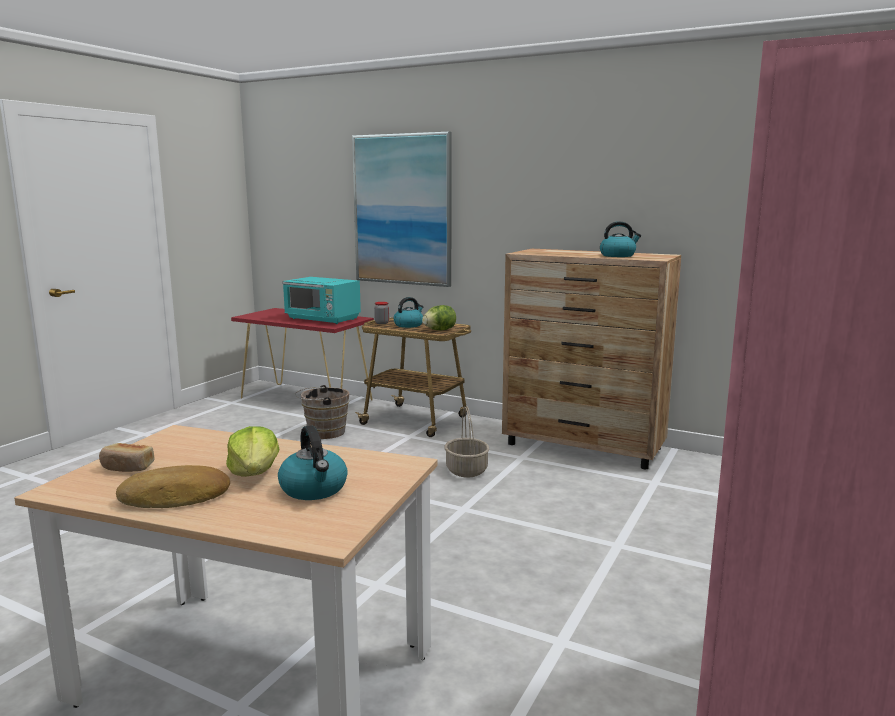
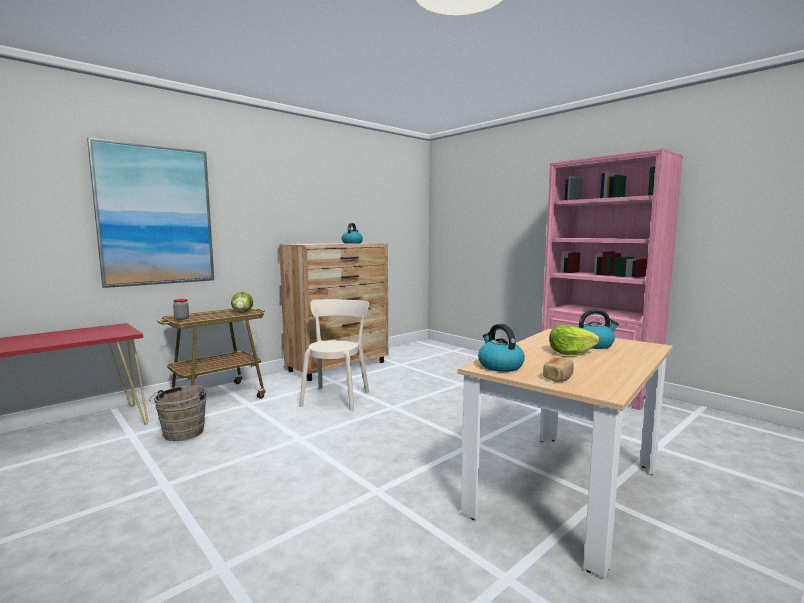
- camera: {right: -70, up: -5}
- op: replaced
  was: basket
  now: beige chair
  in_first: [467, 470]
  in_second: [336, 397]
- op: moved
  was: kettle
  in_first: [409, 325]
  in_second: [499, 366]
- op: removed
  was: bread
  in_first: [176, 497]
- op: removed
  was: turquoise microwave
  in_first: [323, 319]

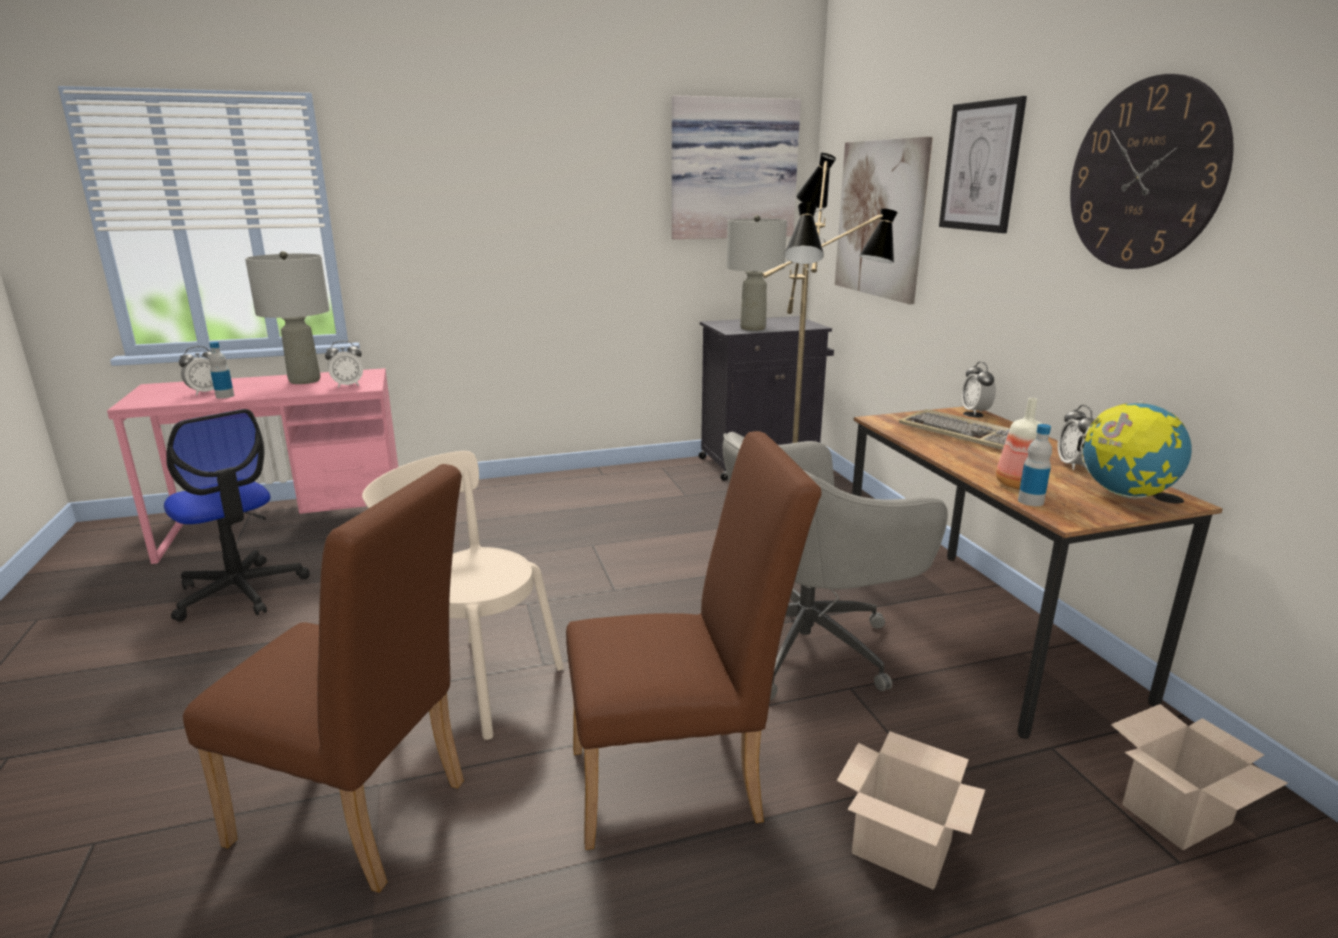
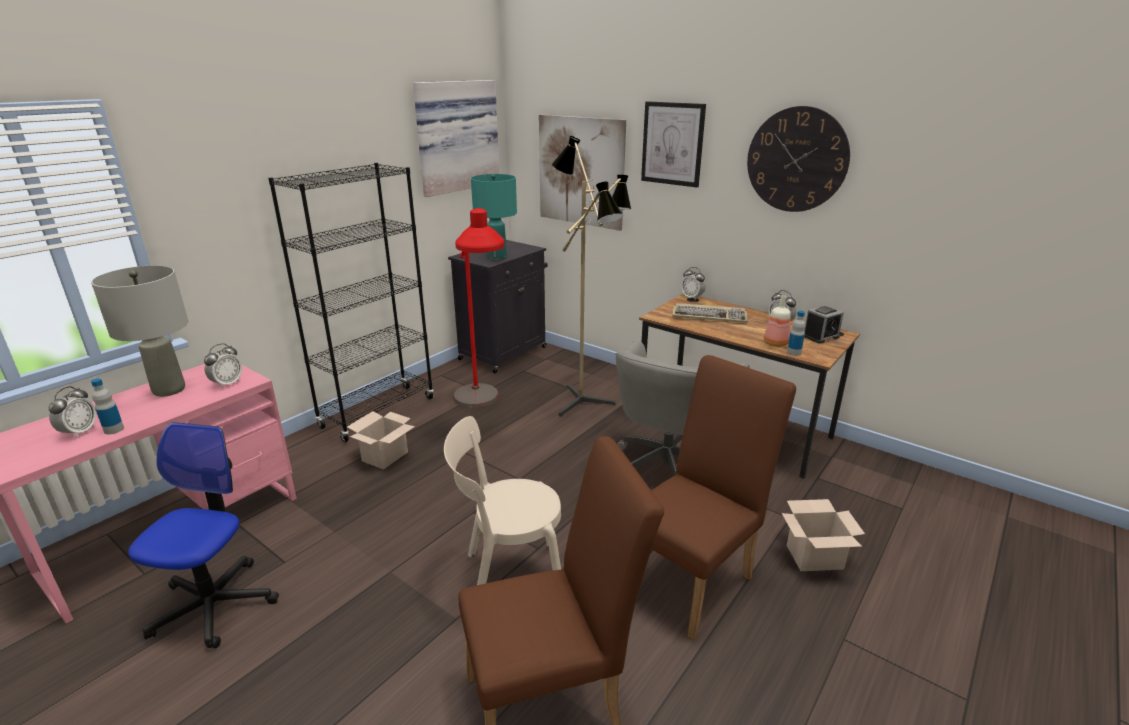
- camera: {right: -35, up: 5}
- op: turned
  was: office chair
  in_first: [240, 592]
  in_second: [214, 605]
  clockwise: -90
- op: added
  now: black bookcase
  in_second: [378, 412]
- op: moved
  was: cardboard box
  in_first: [1176, 816]
  in_second: [385, 457]
- op: added
  now: red floor lamp
  in_second: [481, 412]
- op: recoloured
  was: grey table lamp
  now: turquoise table lamp
  in_first: [752, 328]
  in_second: [496, 257]
- op: replaced
  was: globe
  now: alarm clock
  in_first: [1124, 494]
  in_second: [820, 336]

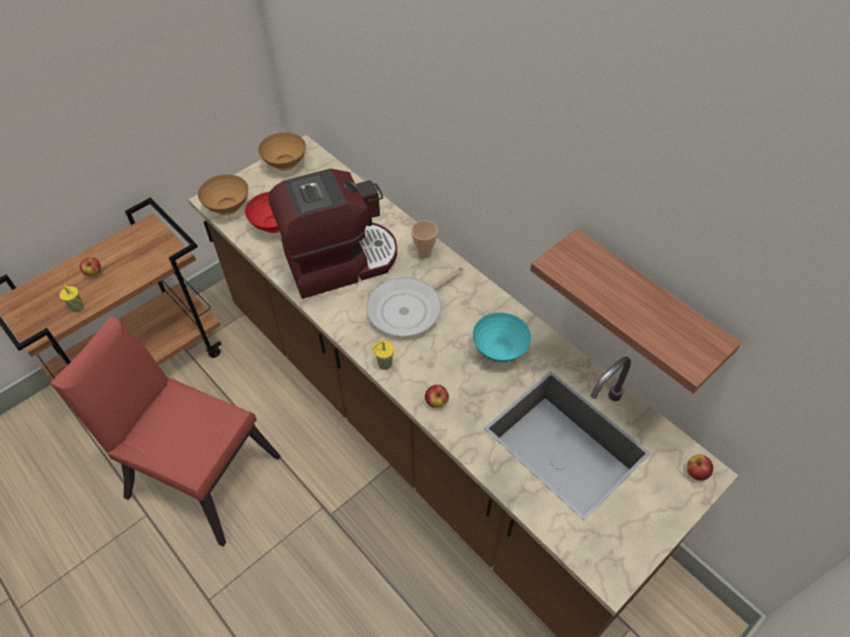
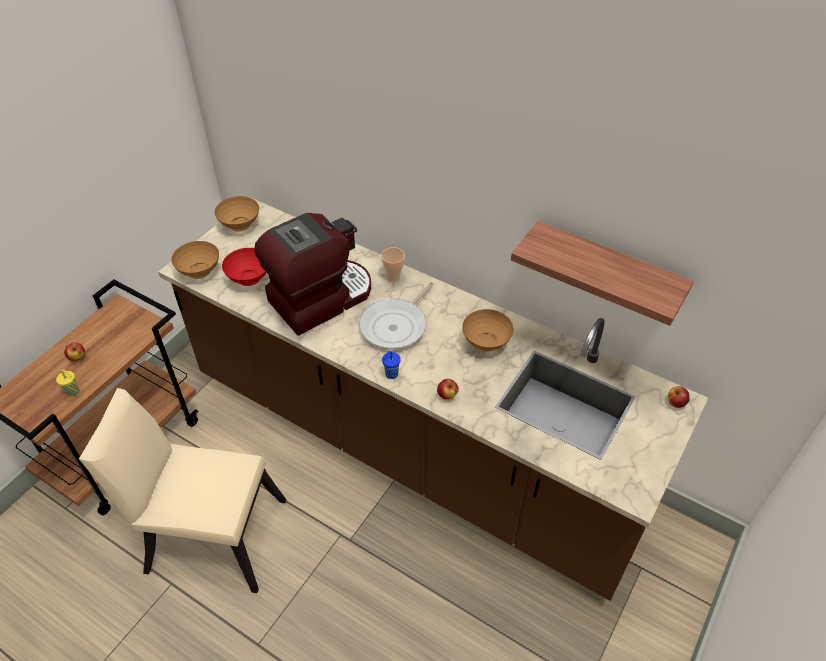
- camera: {right: -15, up: -5}
- op: recoloured
  was: red chair
  now: beige chair
  in_first: [197, 470]
  in_second: [208, 532]
- op: recoloured
  was: yellow cup
  now: blue cup
  in_first: [384, 364]
  in_second: [391, 375]
- op: recoloured
  was: turquoise bowl
  now: brown bowl
  in_first: [500, 352]
  in_second: [487, 344]

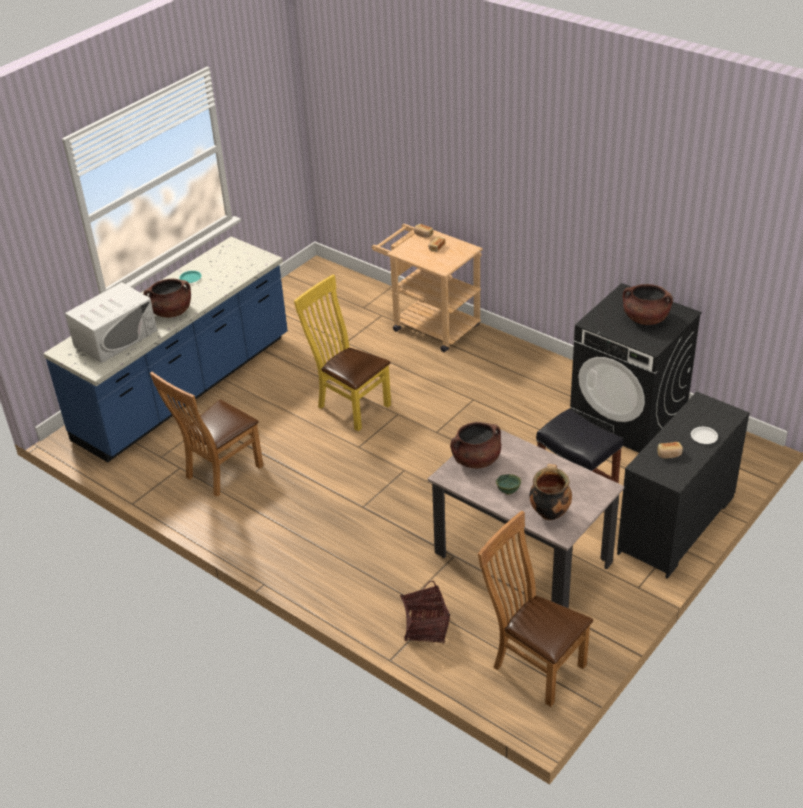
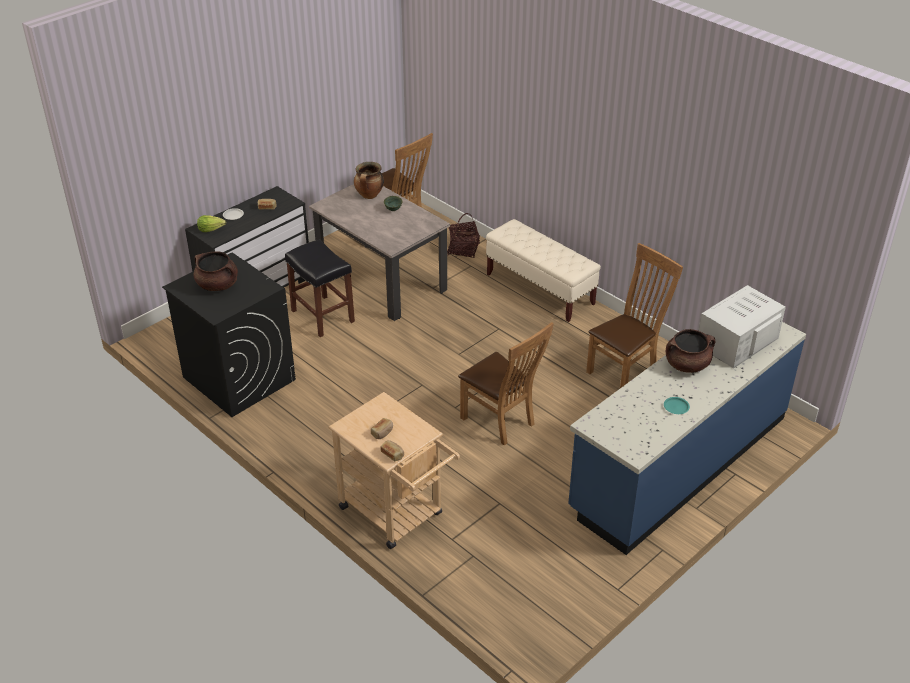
- camera: {right: -175, up: 0}
- op: added
  now: lettuce
  in_second: [211, 229]
- op: recoloured
  was: yellow chair
  now: brown chair
  in_first: [350, 405]
  in_second: [501, 422]
- op: added
  now: beige bench
  in_second: [540, 289]
- op: removed
  was: brown cooking pot
  in_first: [476, 460]

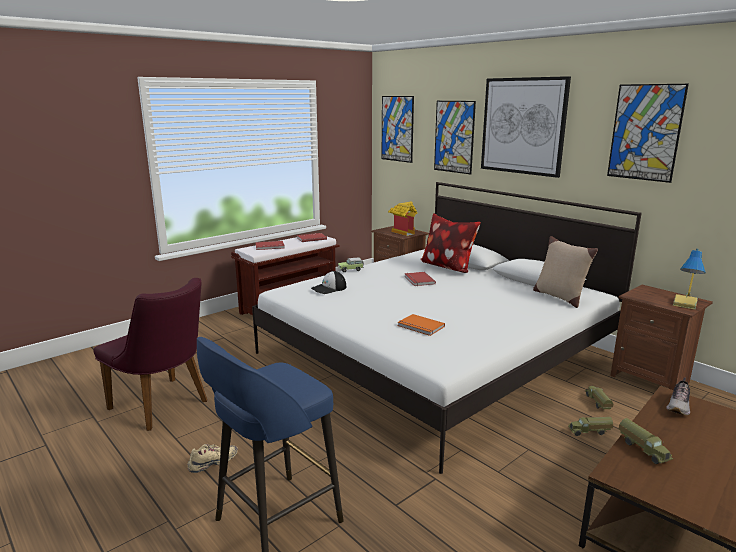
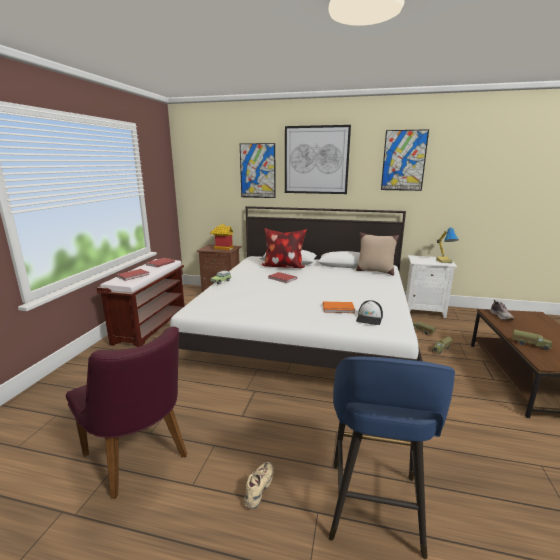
- camera: {right: -35, up: 0}
- op: turned
  was: purple chair
  in_first: [165, 407]
  in_second: [140, 459]
  clockwise: 45
- op: moved
  was: cap
  in_first: [329, 288]
  in_second: [369, 318]
- op: recoloured
  was: brown nightstand
  now: white nightstand
  in_first: [650, 379]
  in_second: [424, 310]
- op: removed
  was: picture
  in_first: [397, 129]

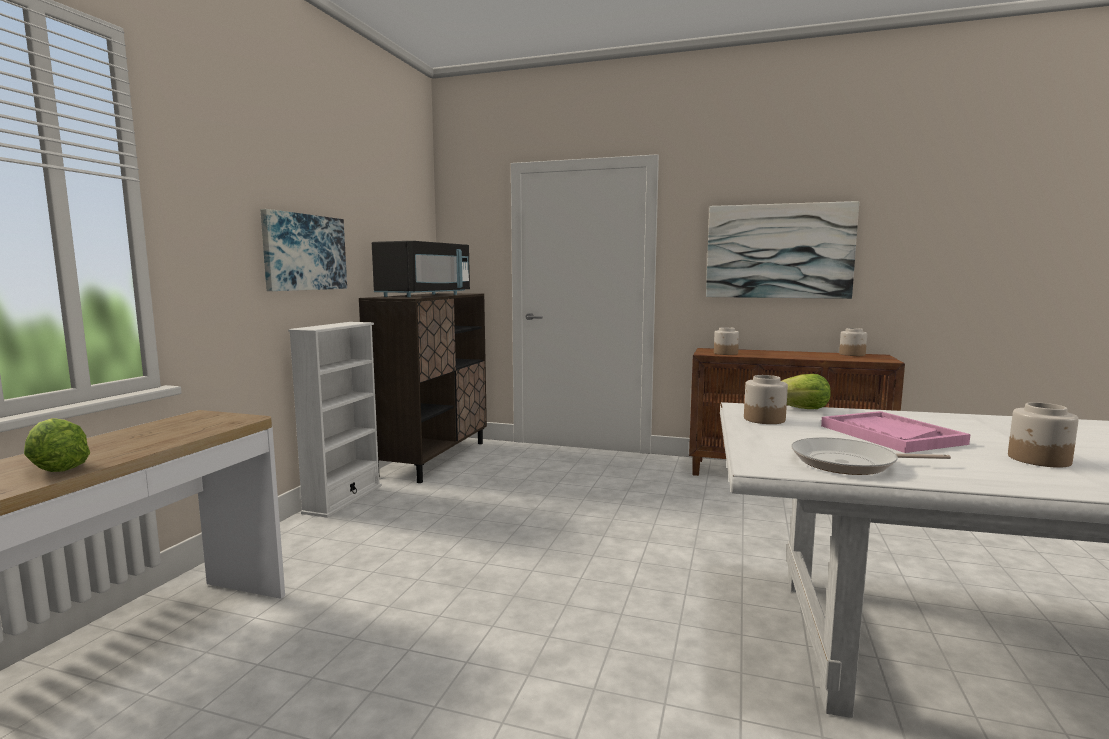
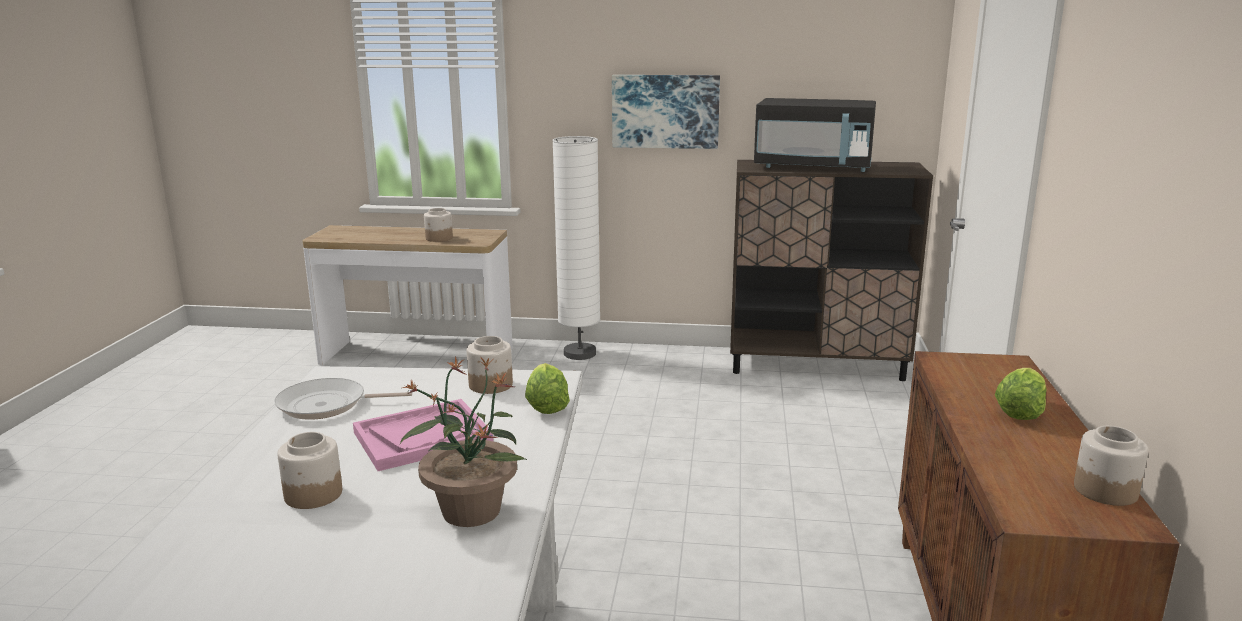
- camera: {right: 80, up: 10}
- op: turned
  was: frying pan
  in_first: [849, 463]
  in_second: [327, 405]
  clockwise: -90
- op: added
  now: potted plant
  in_second: [470, 510]
- op: moved
  was: jar
  in_first: [726, 353]
  in_second: [439, 238]
- op: added
  now: white floor lamp
  in_second: [580, 354]
- op: moved
  was: lettuce
  in_first: [57, 468]
  in_second: [1019, 412]
- op: removed
  was: white bookcase
  in_first: [343, 499]
- op: removed
  was: picture
  in_first: [778, 251]

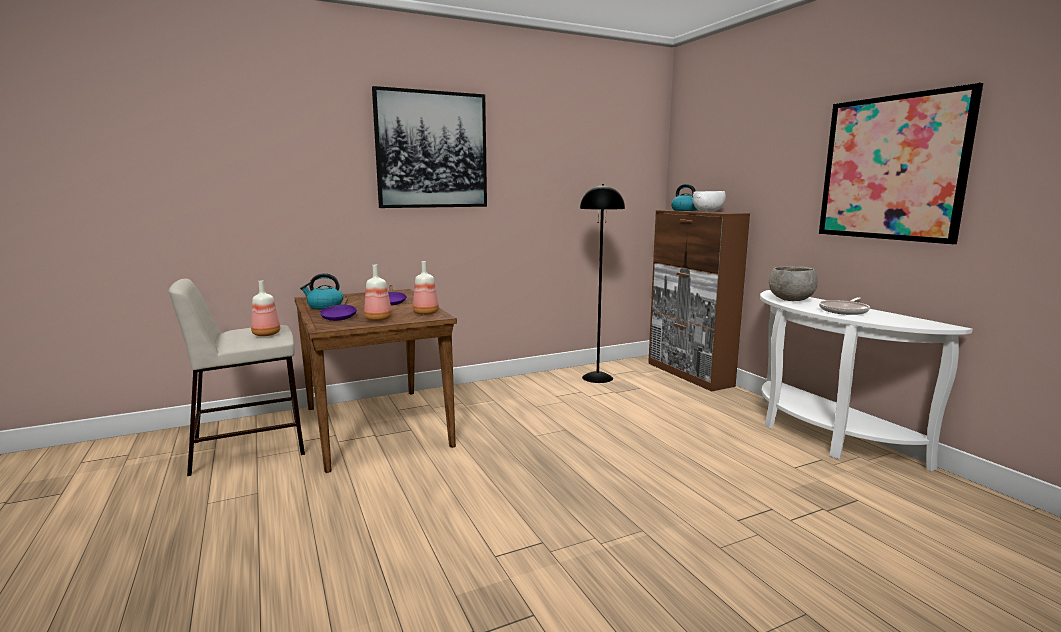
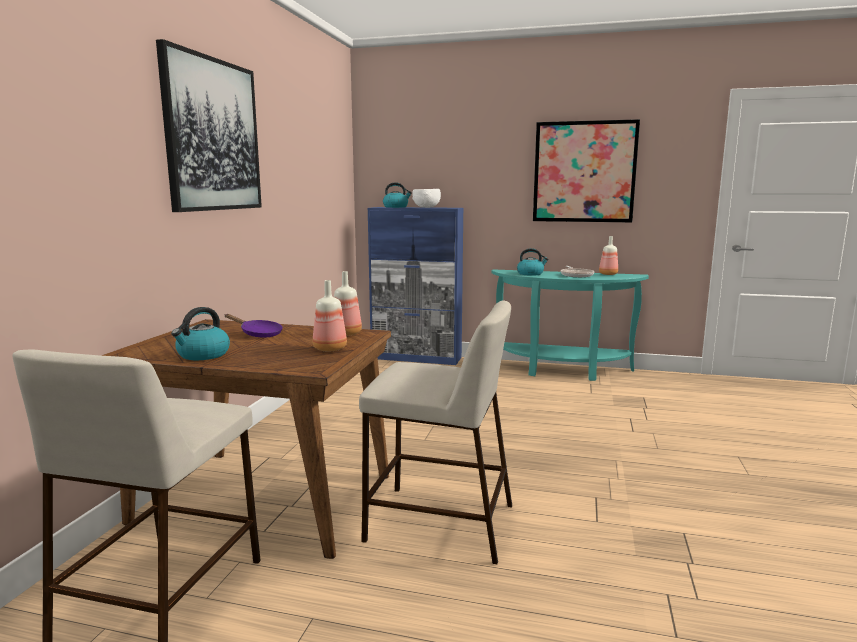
- camera: {right: -50, up: 0}
- op: added
  now: beige stool
  in_second: [438, 522]
- op: recoloured
  was: brown cabinet
  now: blue cabinet
  in_first: [689, 374]
  in_second: [416, 358]
- op: recoloured
  was: white console table
  now: turquoise console table
  in_first: [821, 434]
  in_second: [562, 370]
- op: replaced
  was: grey bowl
  now: kettle
  in_first: [791, 300]
  in_second: [530, 274]
- op: moved
  was: bottle
  in_first: [265, 334]
  in_second: [608, 274]
- op: removed
  was: purple frying pan
  in_first: [339, 316]
- op: removed
  was: black floor lamp
  in_first: [597, 377]

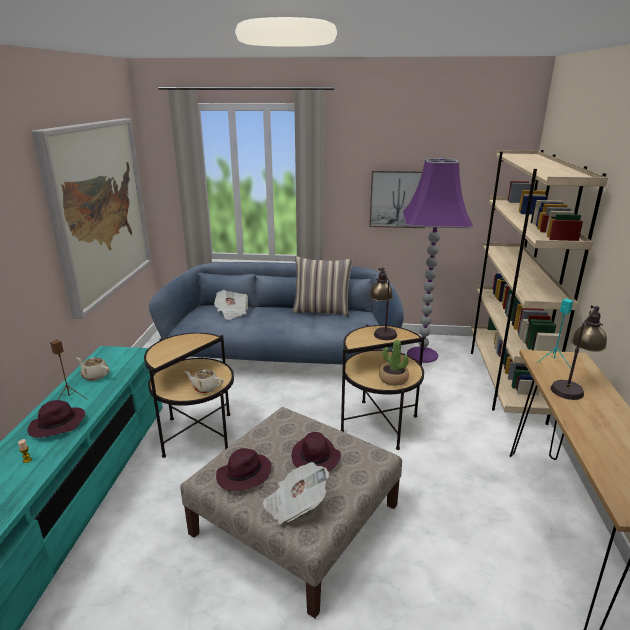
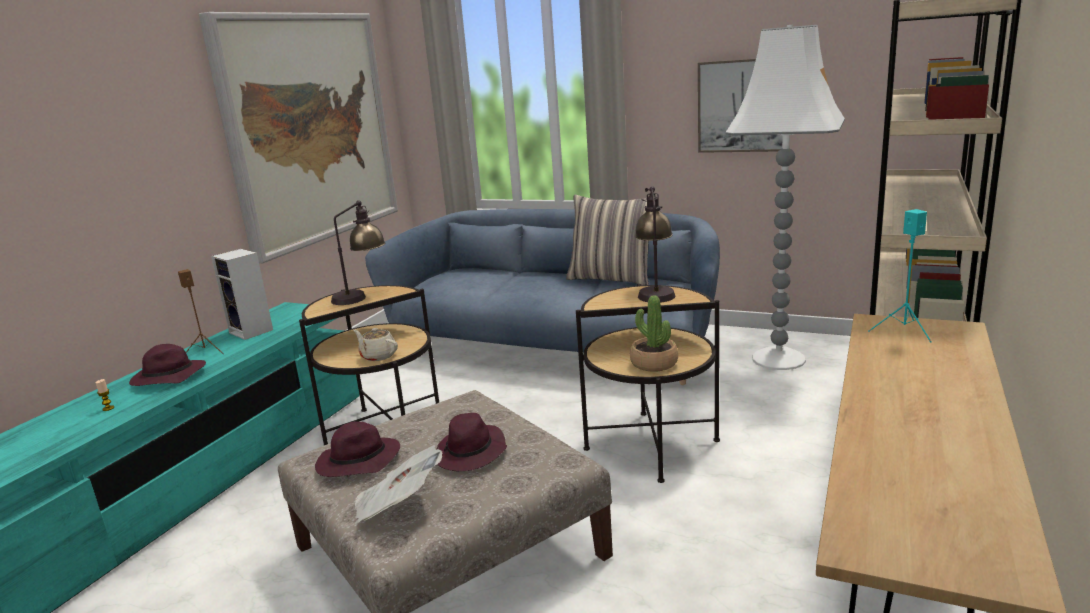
- camera: {right: 20, up: -5}
- op: replaced
  was: beige teapot
  now: speaker
  in_first: [95, 376]
  in_second: [252, 331]
- op: moved
  was: table lamp
  in_first: [572, 387]
  in_second: [362, 297]
- op: recoloured
  was: purple floor lamp
  now: white floor lamp
  in_first: [423, 354]
  in_second: [779, 359]
- op: removed
  was: newspaper
  in_first: [232, 312]

